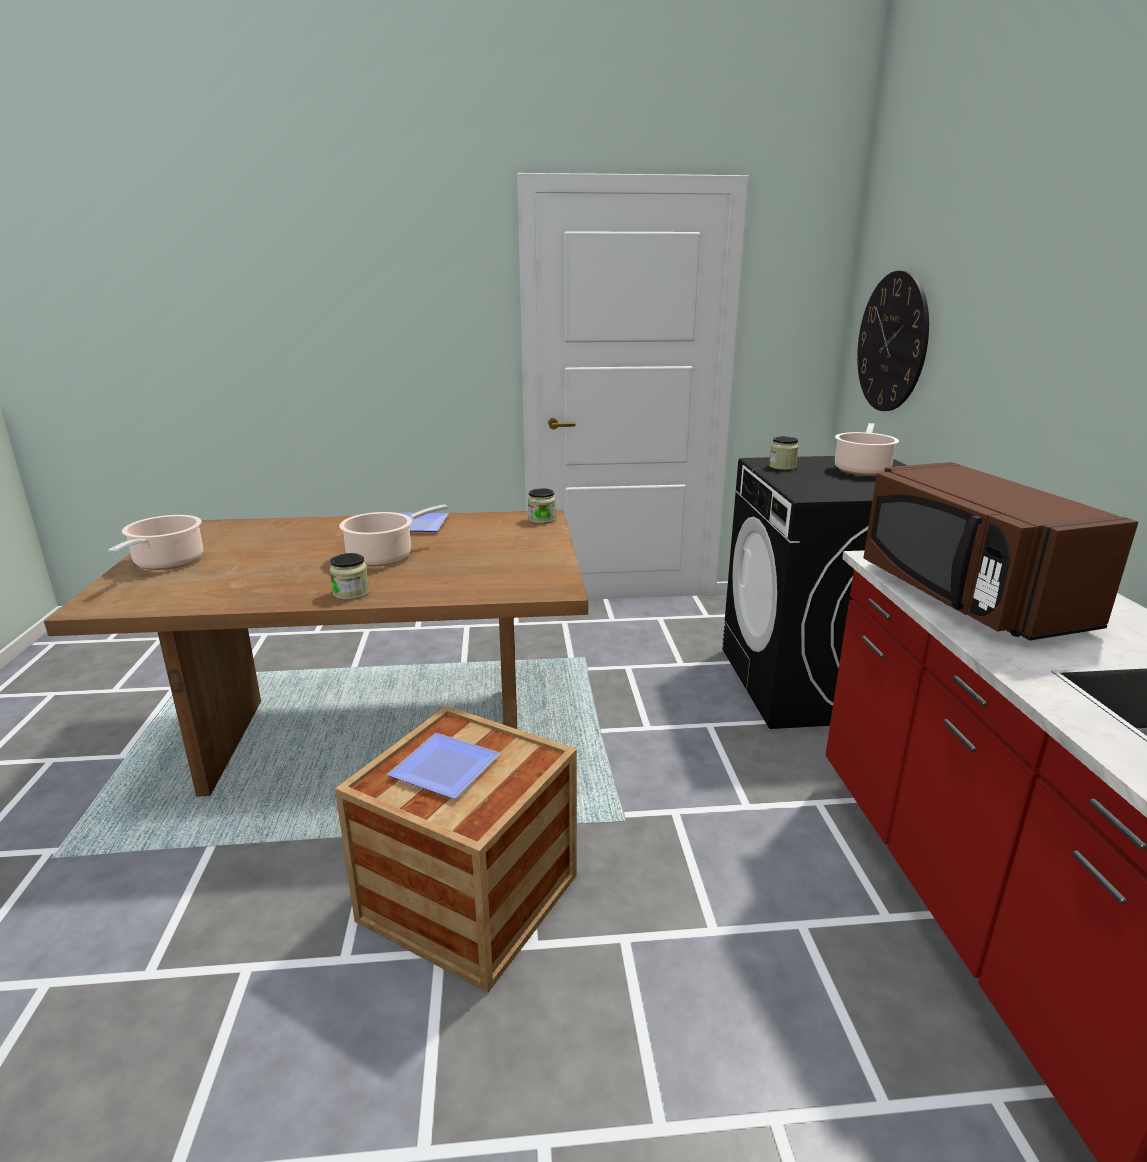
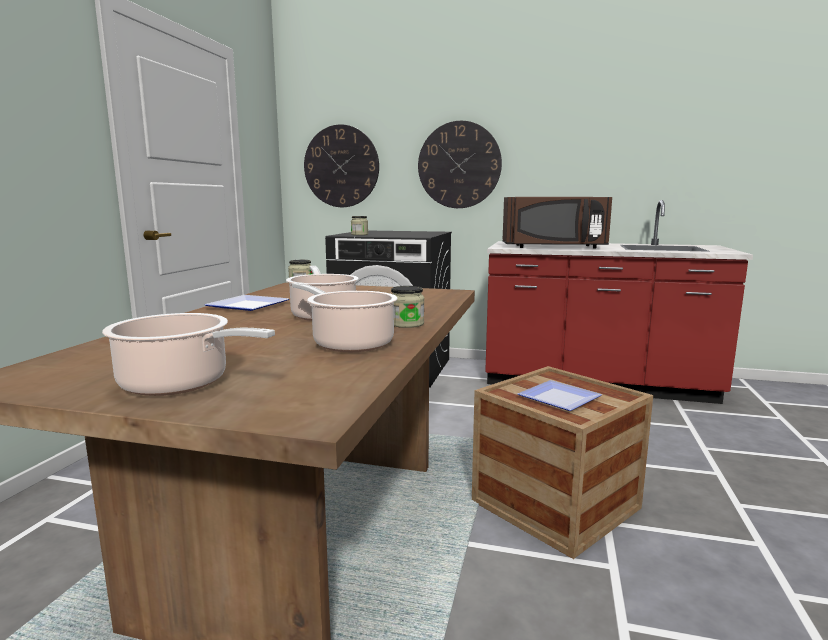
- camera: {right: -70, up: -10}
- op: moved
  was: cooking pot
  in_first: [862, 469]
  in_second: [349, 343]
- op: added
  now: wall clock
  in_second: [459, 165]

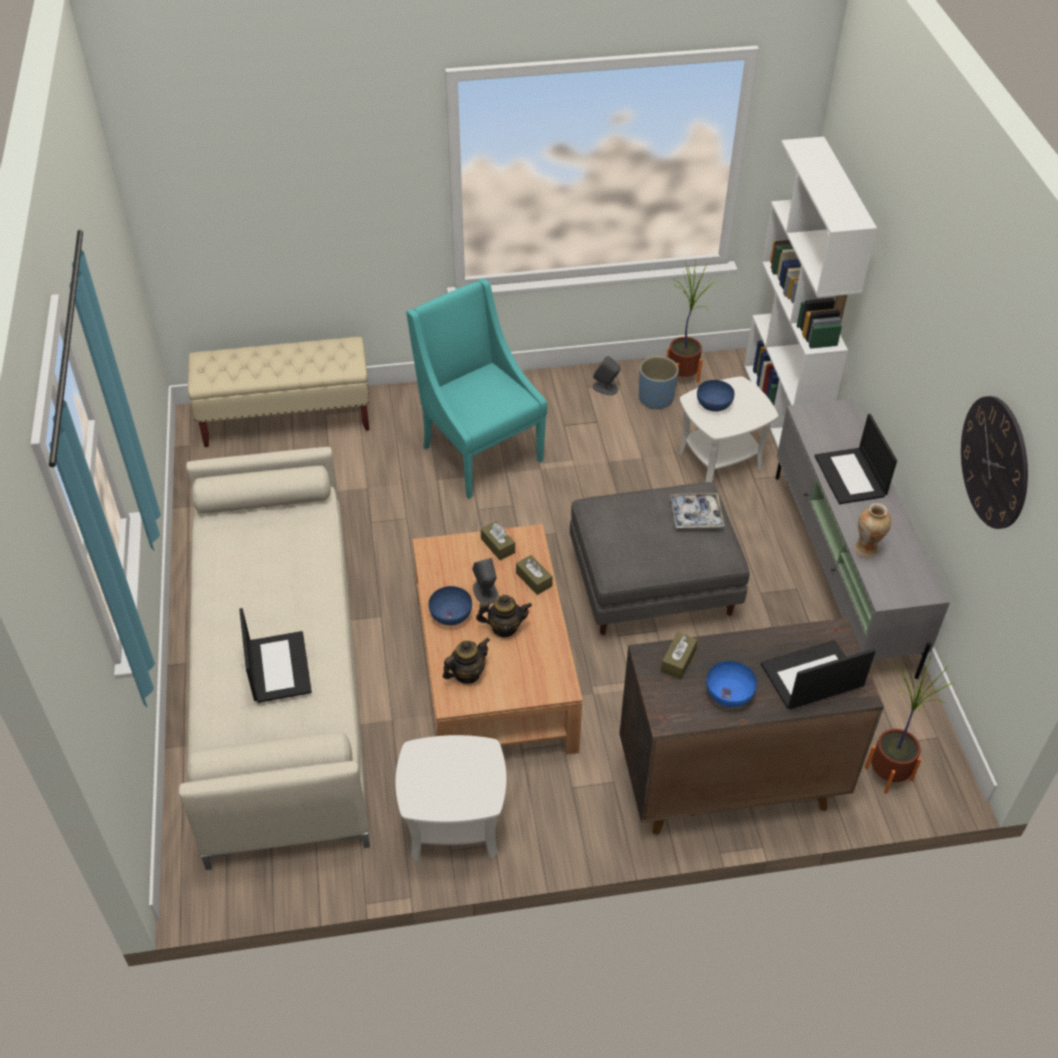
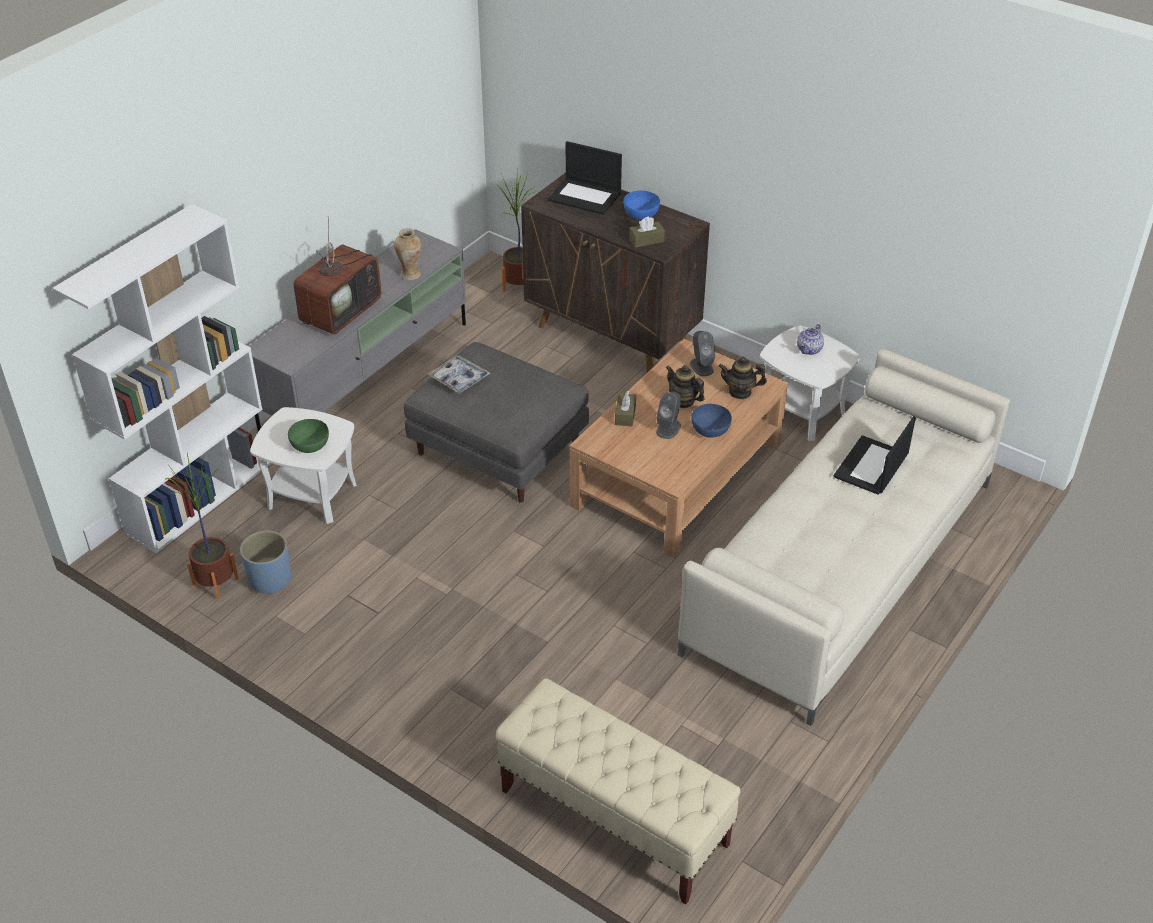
- camera: {right: -135, up: -5}
- op: recoloured
  was: blue bowl
  now: green bowl
  in_first: [714, 405]
  in_second: [310, 445]
- op: replaced
  was: laptop
  now: television
  in_first: [851, 477]
  in_second: [340, 311]
- op: moved
  was: grey speaker
  in_first: [605, 388]
  in_second: [701, 366]
- op: added
  now: teapot
  in_second: [809, 349]
- op: removed
  was: turquoise armchair
  in_first: [479, 452]
- op: removed
  was: brown tissue box
  in_first: [497, 545]
- op: removed
  was: wall clock
  in_first: [994, 462]

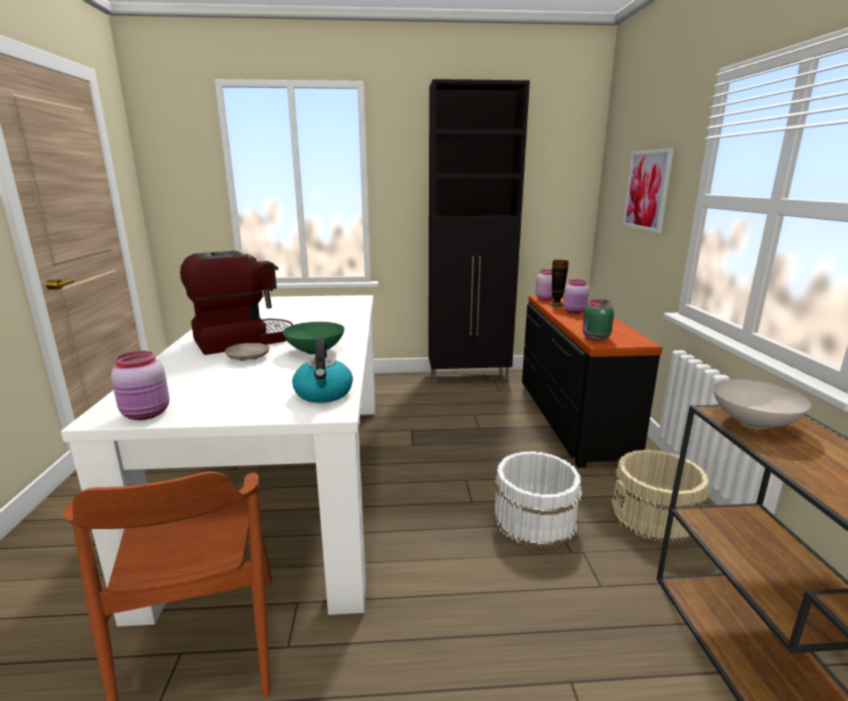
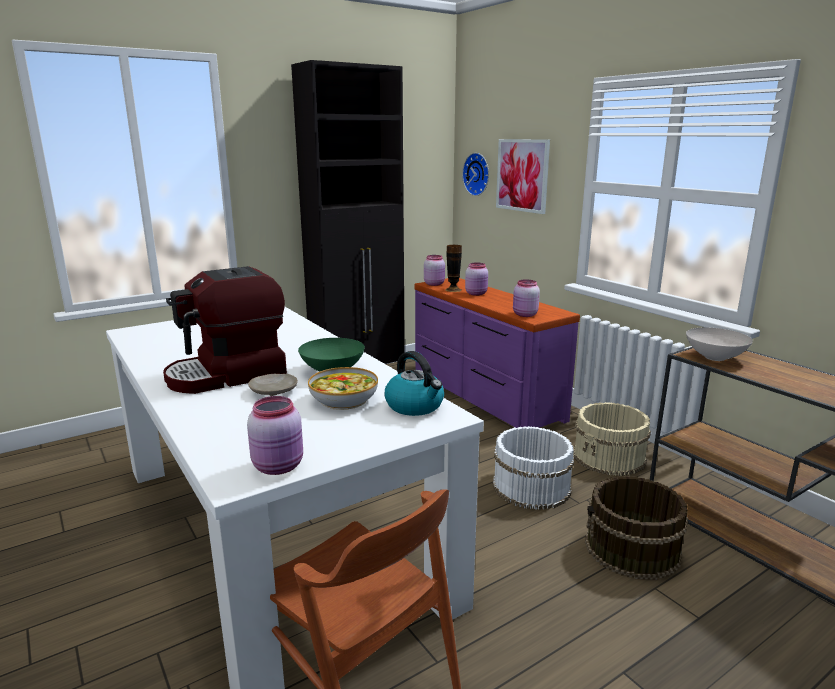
- camera: {right: -30, up: 0}
- op: turned
  was: coffee machine
  in_first: [243, 340]
  in_second: [228, 375]
  clockwise: -150
- op: added
  now: bowl
  in_second: [344, 399]
- op: recoloured
  was: black dresser
  now: purple dresser
  in_first: [570, 418]
  in_second: [483, 396]
- op: added
  now: wall clock
  in_second: [478, 174]
- op: recoloured
  was: green jar
  now: pink jar
  in_first: [595, 337]
  in_second: [524, 315]
- op: added
  now: brown bucket
  in_second: [632, 549]

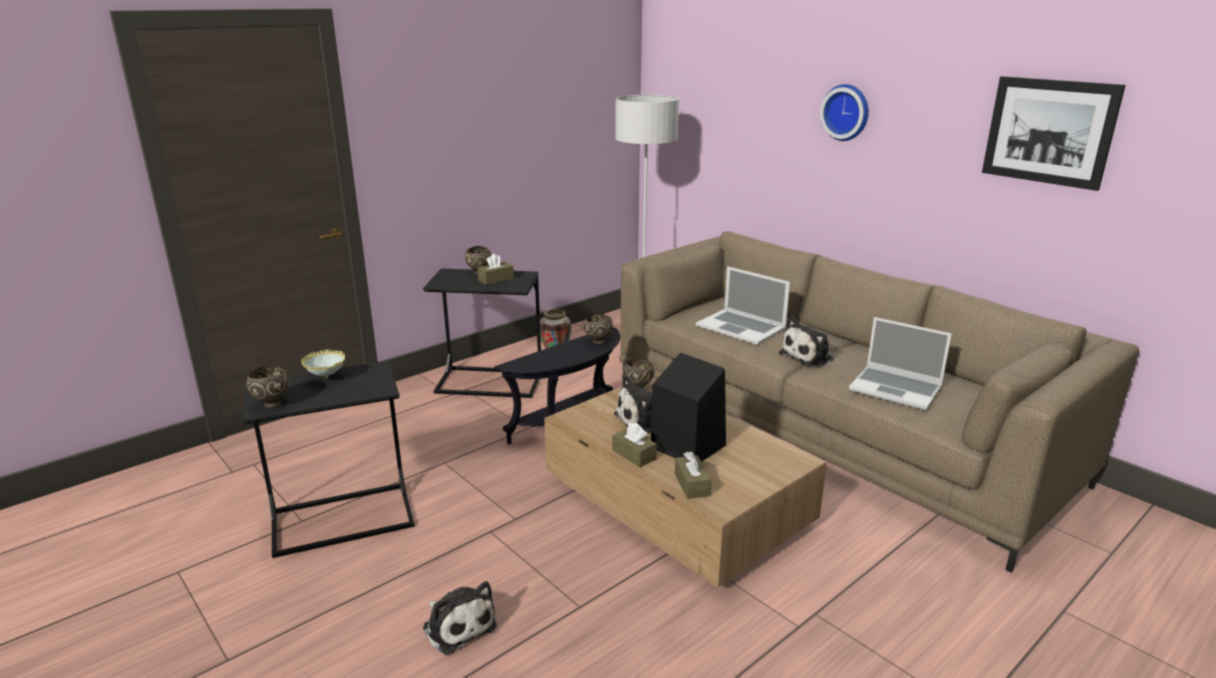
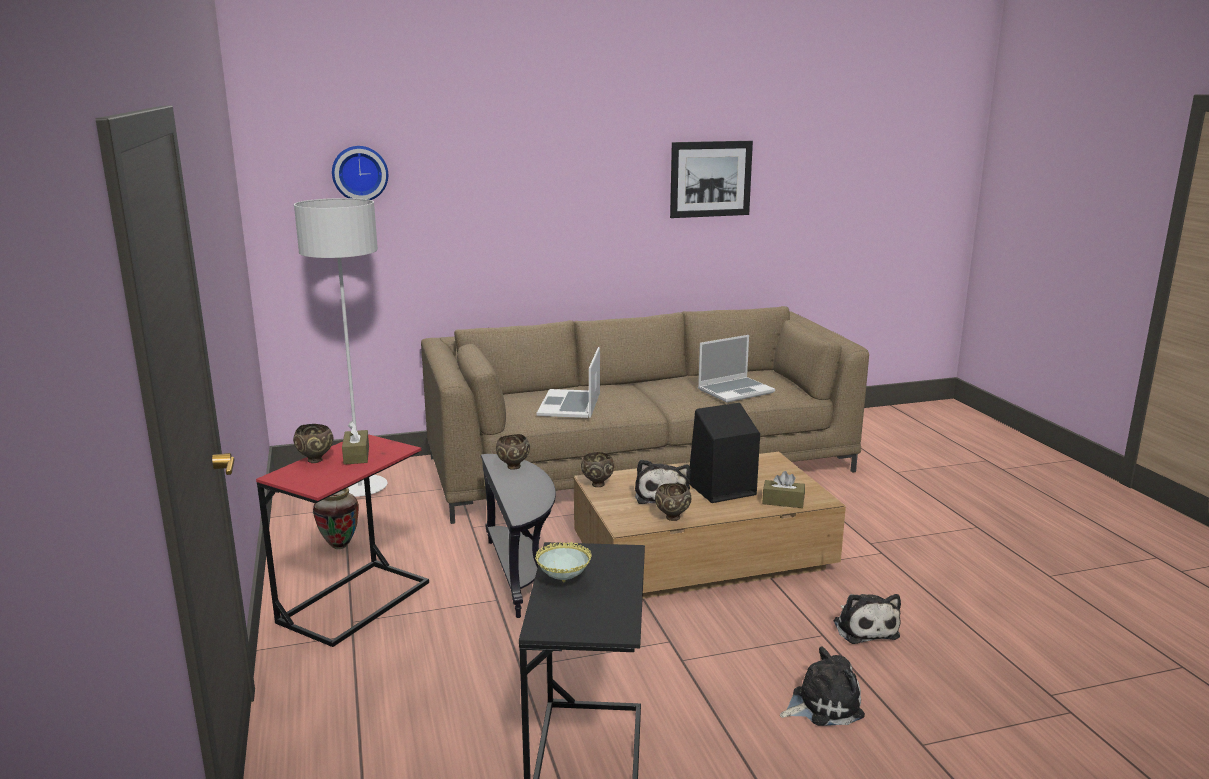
- camera: {right: -65, up: -5}
- op: recoloured
  was: black side table
  now: red side table
  in_first: [489, 382]
  in_second: [355, 602]
- op: moved
  was: wall clock
  in_first: [846, 112]
  in_second: [360, 173]
- op: turned
  was: laptop
  in_first: [741, 327]
  in_second: [570, 404]
  clockwise: 120
- op: moved
  was: brown bowl
  in_first: [272, 404]
  in_second: [672, 518]
- op: moved
  was: plush toy
  in_first: [809, 356]
  in_second: [864, 628]
- op: removed
  was: brown tissue box
  in_first: [634, 455]

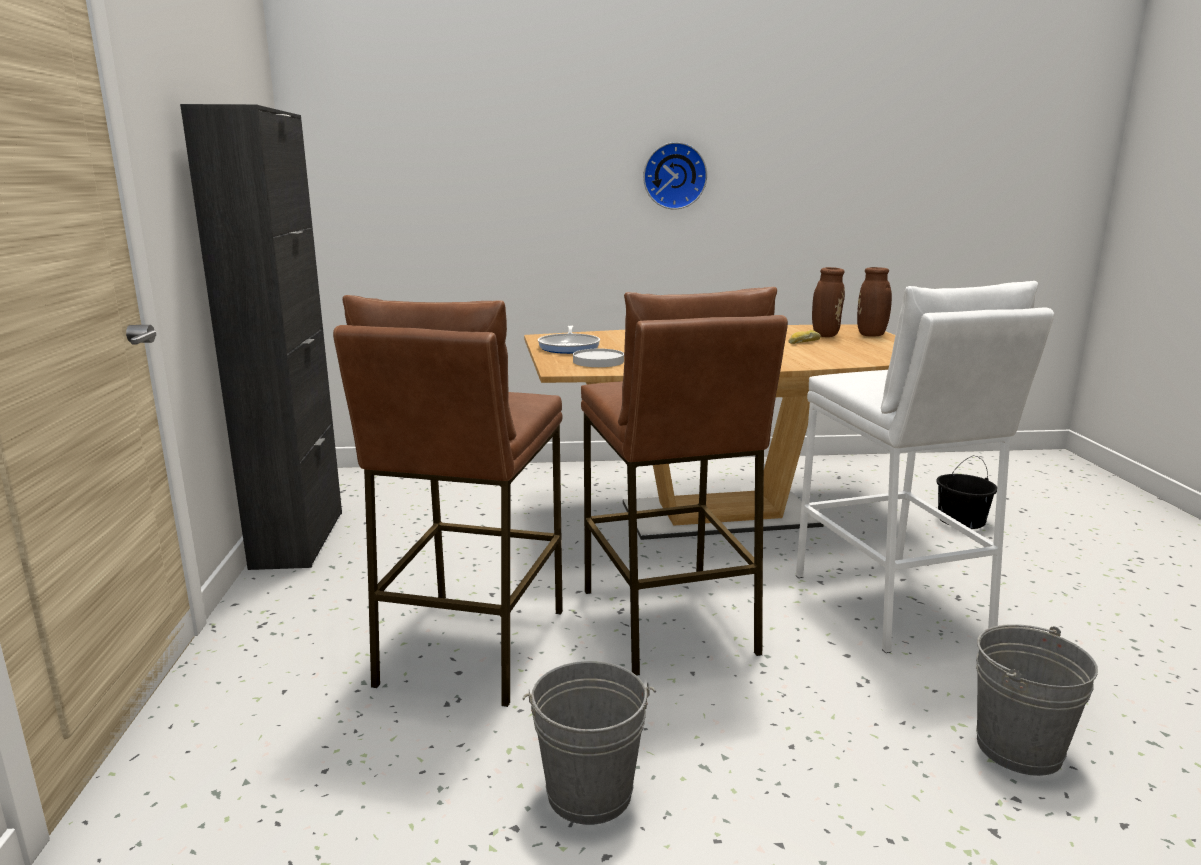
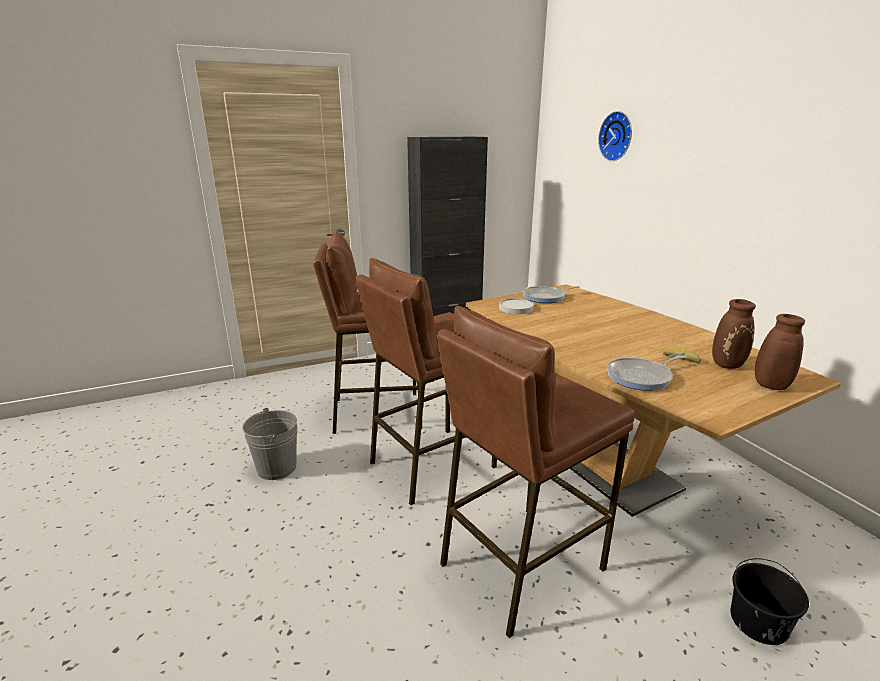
- camera: {right: 70, up: 5}
- op: recoloured
  was: white stool
  now: brown stool
  in_first: [890, 602]
  in_second: [520, 565]
- op: moved
  was: wall clock
  in_first: [674, 176]
  in_second: [617, 136]
- op: added
  now: frying pan
  in_second: [641, 377]
- op: removed
  was: grey bucket
  in_first: [1019, 748]

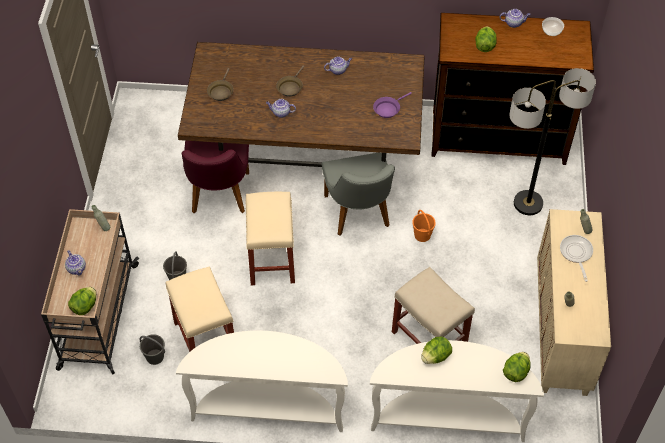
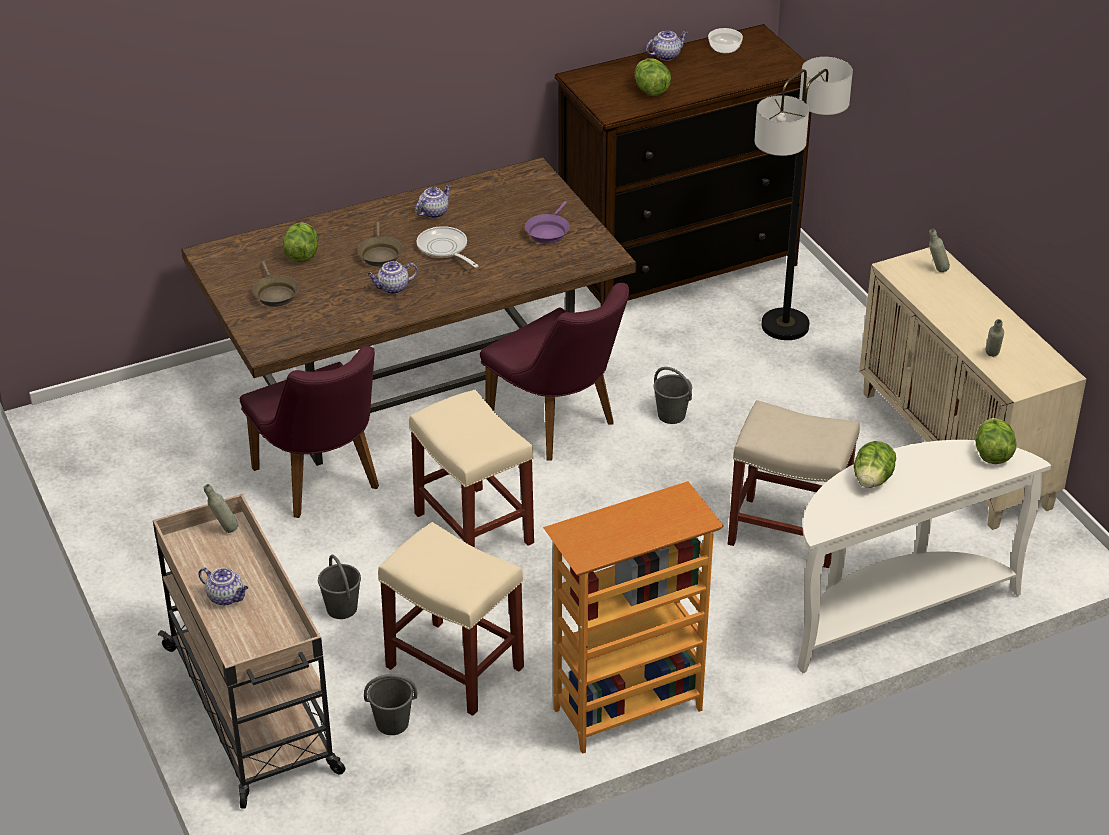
- camera: {right: -30, up: -15}
- op: moved
  was: lettuce
  in_first: [84, 306]
  in_second: [302, 255]
- op: moved
  was: frying pan
  in_first: [576, 254]
  in_second: [444, 249]
- op: recoloured
  was: grey chair
  now: purple chair
  in_first: [359, 216]
  in_second: [559, 426]
- op: replaced
  was: white console table
  now: bookcase
  in_first: [269, 407]
  in_second: [628, 711]
- op: recoloured
  was: orange bucket
  now: grey bucket
  in_first: [422, 235]
  in_second: [672, 415]

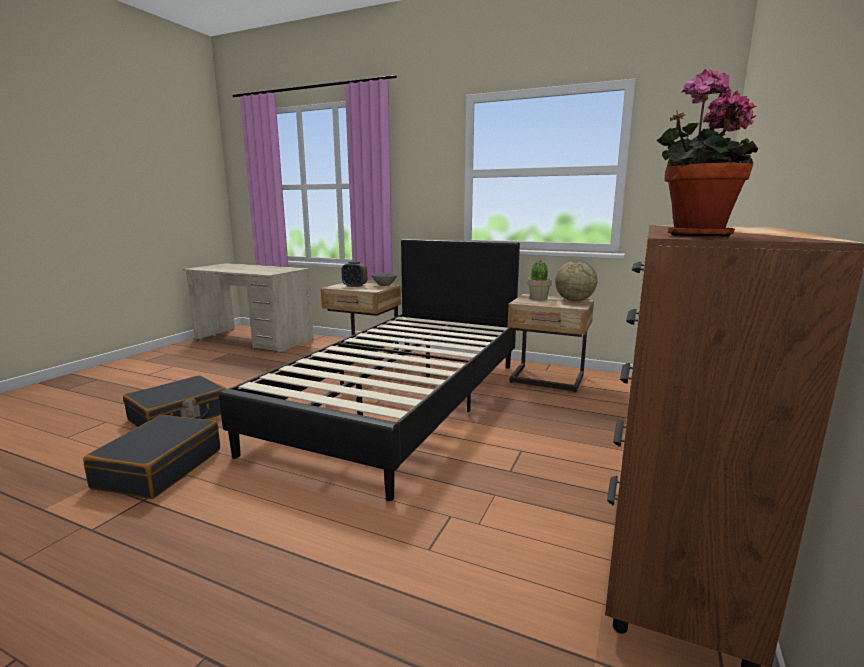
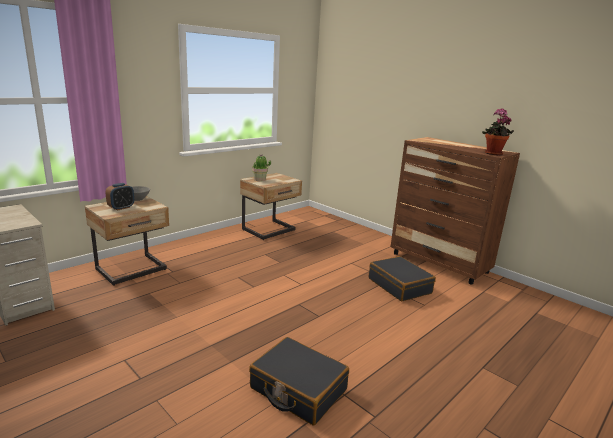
- camera: {right: -70, up: 5}
- op: moved
  was: black suitcase
  in_first: [179, 417]
  in_second: [399, 286]
- op: removed
  was: black bed
  in_first: [402, 402]
- op: removed
  was: globe
  in_first: [574, 301]

